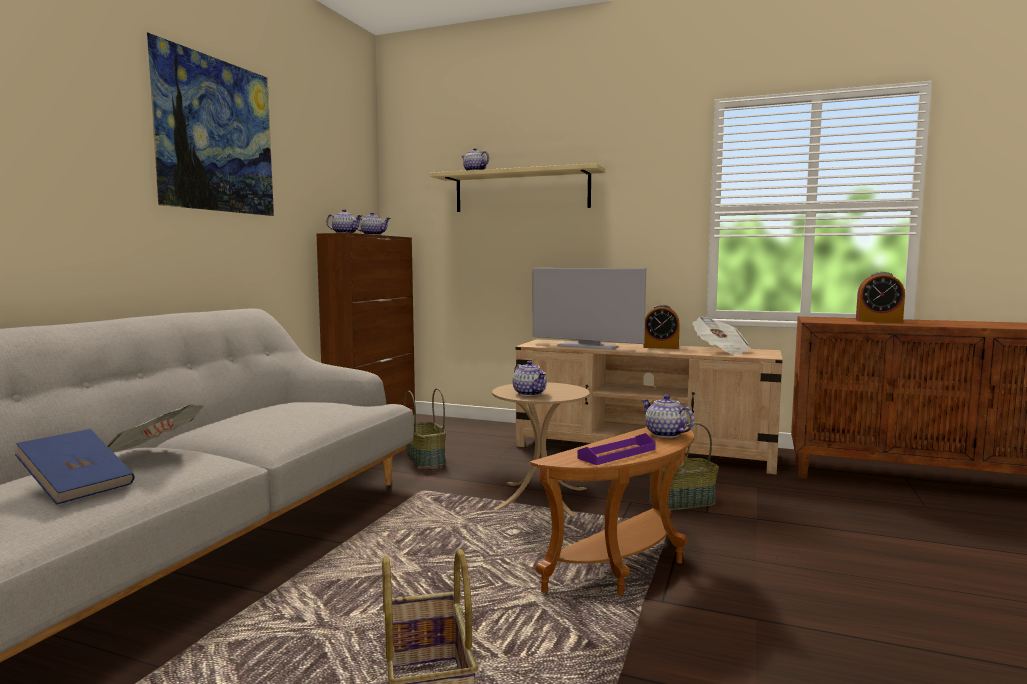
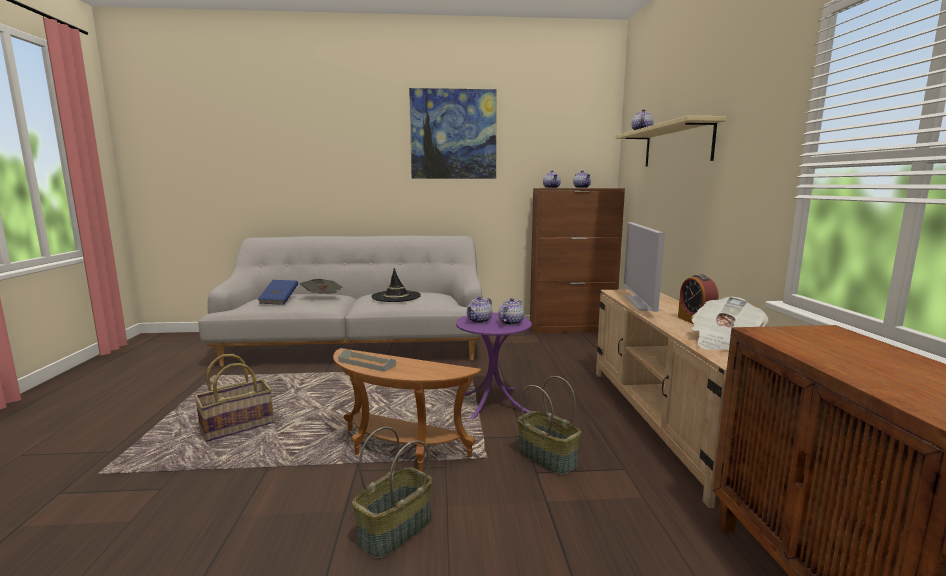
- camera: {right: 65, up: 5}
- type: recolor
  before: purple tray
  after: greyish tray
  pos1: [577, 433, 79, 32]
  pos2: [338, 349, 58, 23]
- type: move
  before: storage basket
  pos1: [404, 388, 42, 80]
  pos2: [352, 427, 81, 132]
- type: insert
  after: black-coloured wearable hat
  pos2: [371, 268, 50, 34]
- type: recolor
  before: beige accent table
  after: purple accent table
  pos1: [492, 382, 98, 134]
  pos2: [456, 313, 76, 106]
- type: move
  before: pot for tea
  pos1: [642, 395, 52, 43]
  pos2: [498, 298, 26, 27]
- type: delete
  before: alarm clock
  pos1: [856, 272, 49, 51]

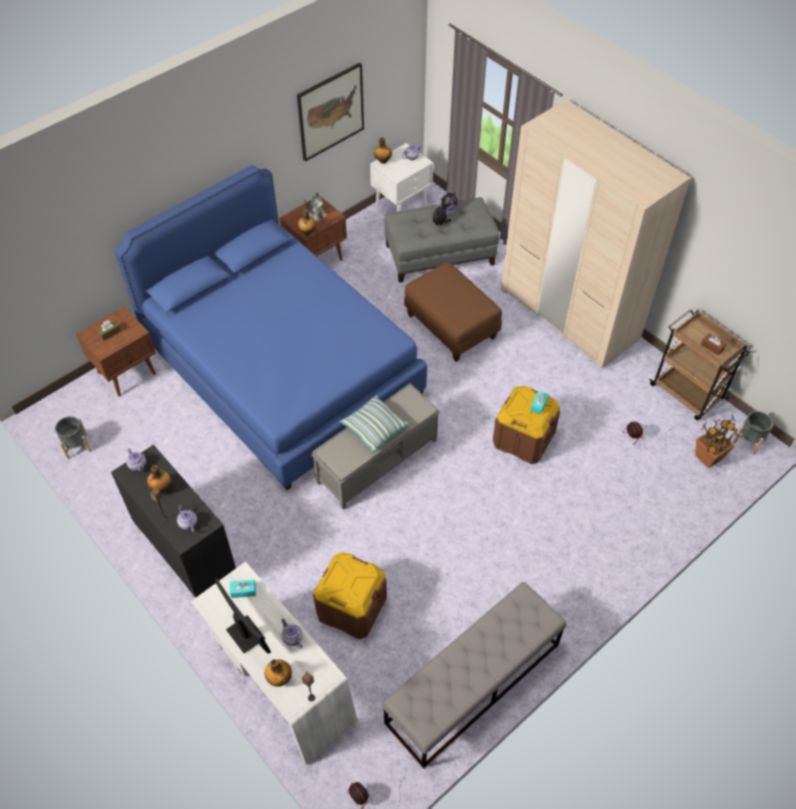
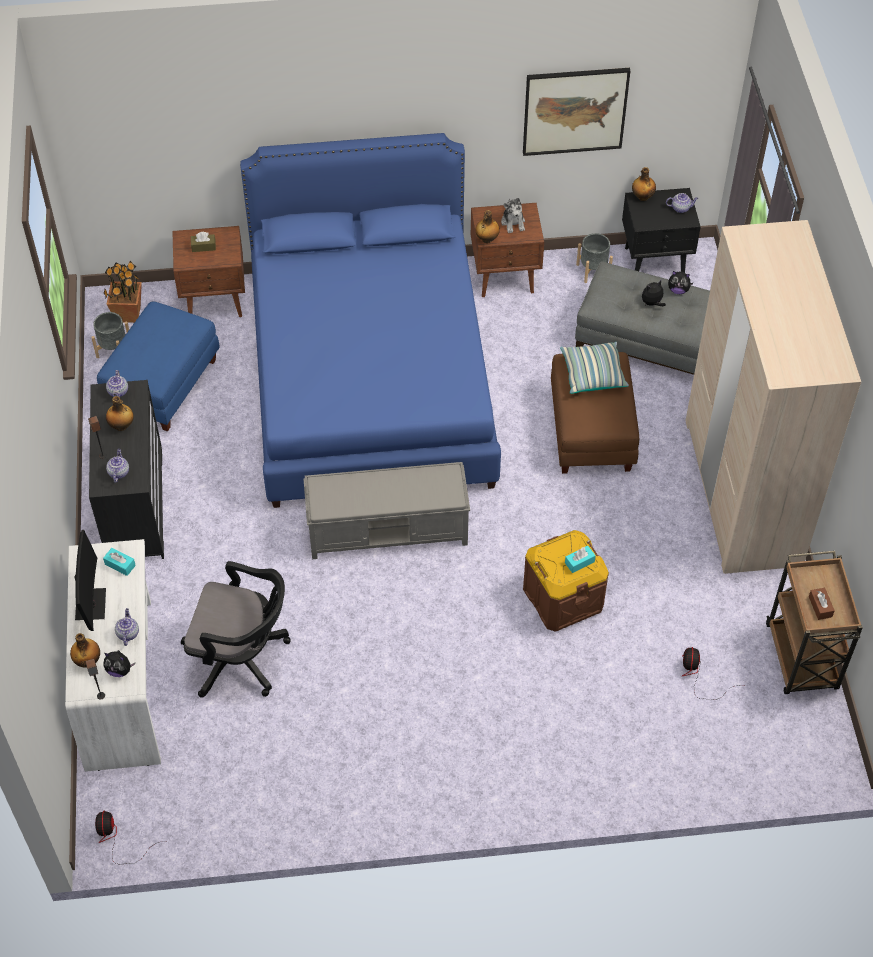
- camera: {right: 35, up: 0}
- type: insert
  after: blue-coloured footrest
  pos2: [97, 301, 123, 131]
- type: move
  before: plant in a pot
  pos1: [695, 415, 43, 53]
  pos2: [103, 261, 39, 62]
- type: insert
  after: plush toy
  pos2: [104, 650, 31, 27]
- type: replace
  before: brownish storage bin
  after: black-coloured desk chair
  pos1: [313, 552, 74, 87]
  pos2: [181, 561, 110, 137]
- type: move
  before: cushion
  pos1: [339, 395, 70, 58]
  pos2: [560, 342, 69, 52]
- type: move
  before: greyish plant pot
  pos1: [733, 411, 41, 44]
  pos2: [576, 233, 37, 50]
- type: recolor
  before: white-coloured night table
  after: black-coloured night table
  pos1: [370, 143, 63, 69]
  pos2: [622, 188, 79, 85]
- type: delete
  before: greyish bench
  pos1: [383, 582, 183, 187]

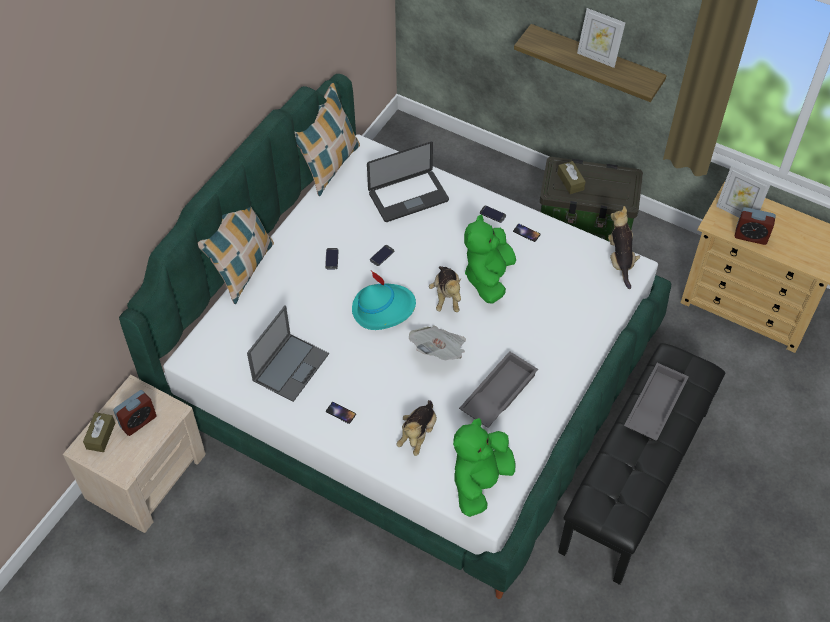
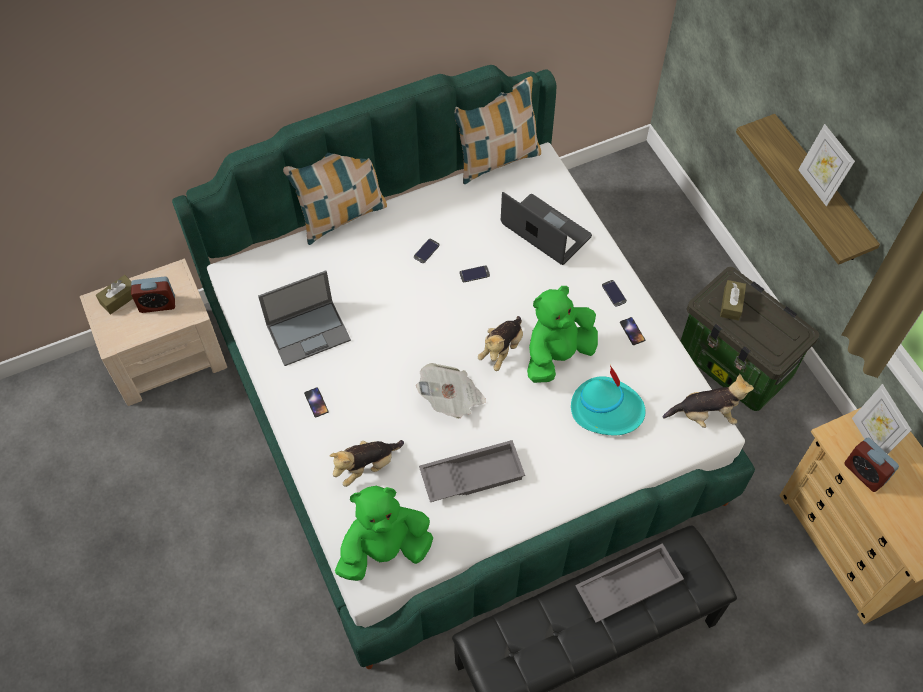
- camera: {right: 35, up: 5}
- type: rotate
  before: laptop
  pos1: [367, 142, 82, 80]
  pos2: [501, 192, 91, 73]
  turn: -150
- type: move
  before: turquoise wearable hat
  pos1: [352, 271, 64, 59]
  pos2: [571, 365, 75, 70]
- type: rotate
  before: plush toy
  pos1: [608, 206, 32, 83]
  pos2: [662, 374, 92, 54]
  turn: 60

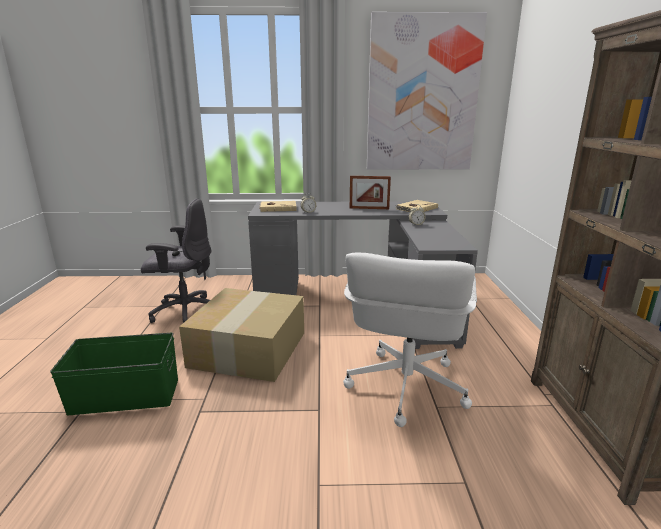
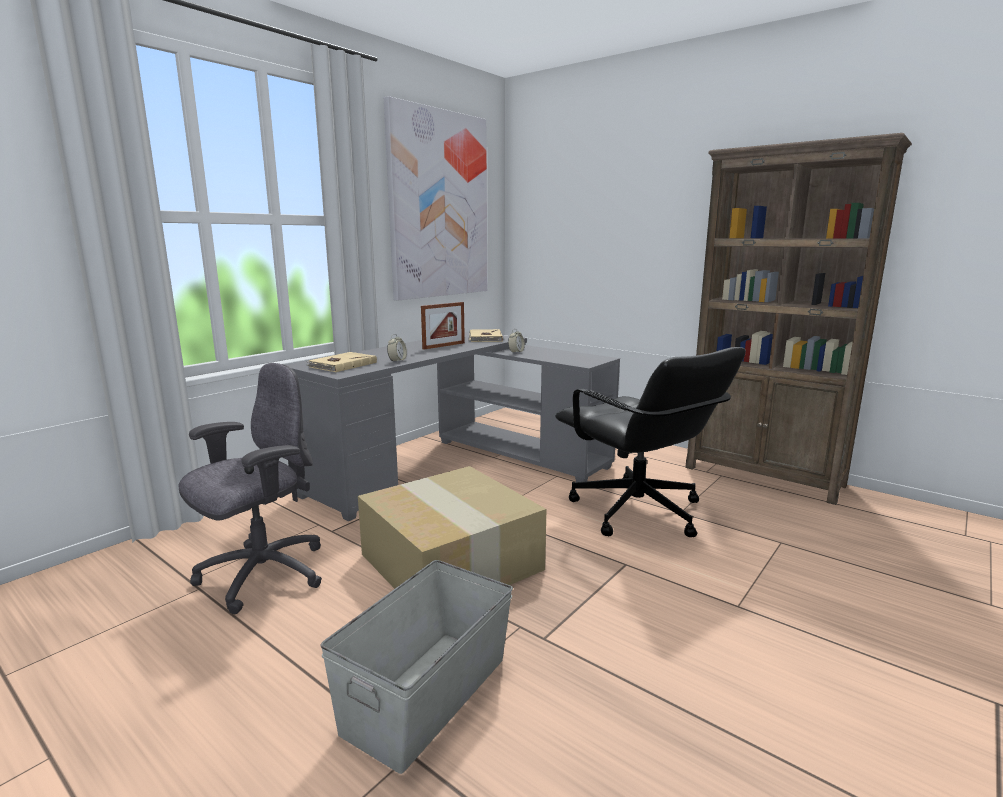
- camera: {right: -50, up: -5}
- type: recolor
  before: green storage bin
  after: greyish storage bin
  pos1: [50, 333, 128, 82]
  pos2: [320, 560, 193, 214]
- type: recolor
  before: white-coloured desk chair
  after: black-coloured desk chair
  pos1: [343, 253, 134, 174]
  pos2: [555, 347, 191, 190]

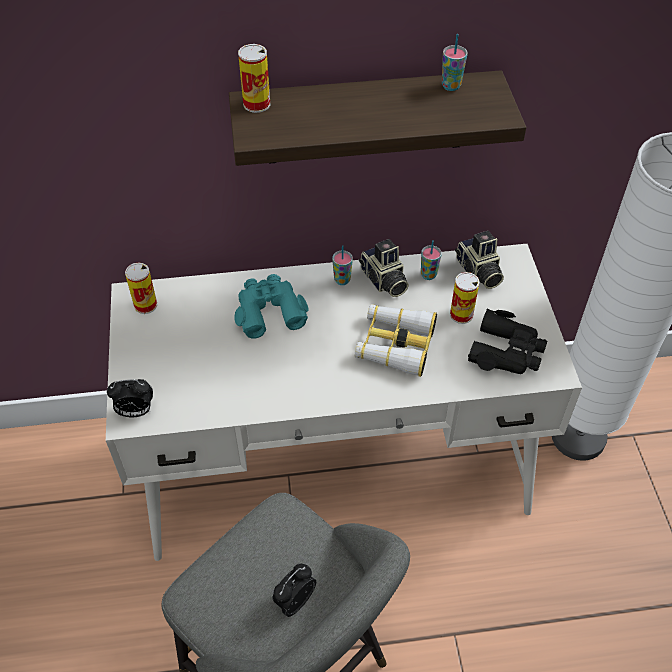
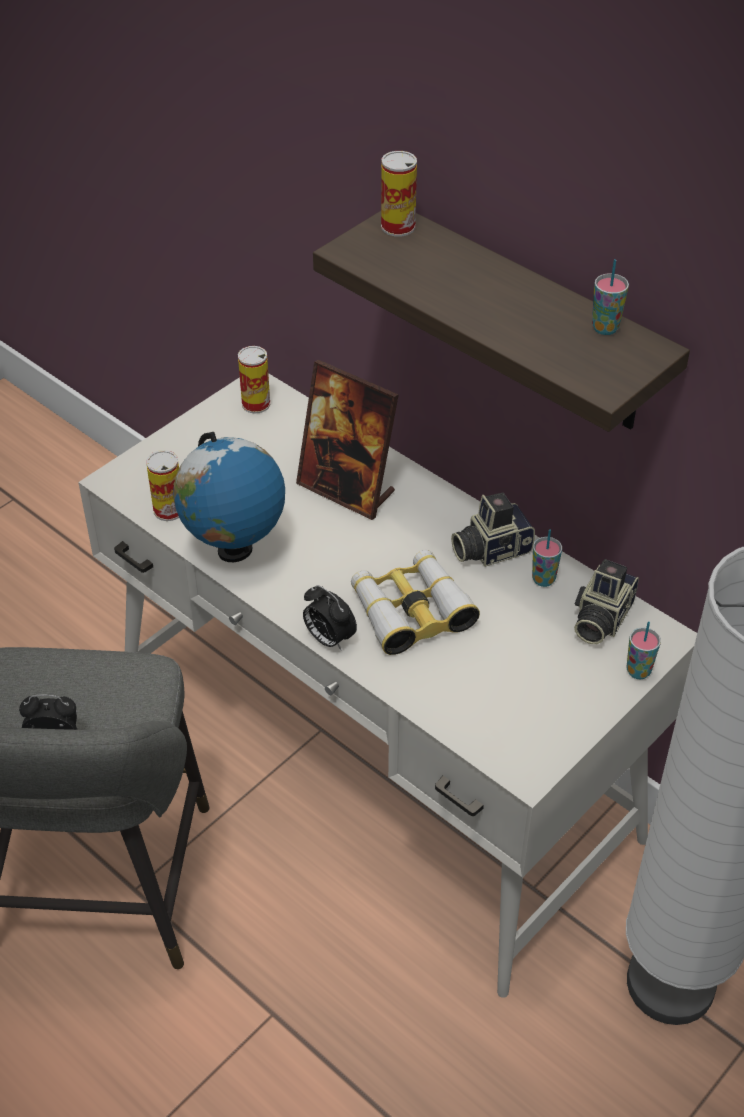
- camera: {right: 50, up: -5}
- type: move
  before: can
  pos1: [450, 272, 29, 52]
  pos2: [146, 450, 33, 71]
- type: insert
  after: globe
  pos2: [173, 432, 112, 130]
- type: replace
  before: turquoise field glasses
  after: photo frame
  pos1: [234, 274, 75, 65]
  pos2: [296, 360, 103, 160]
- type: move
  before: alarm clock
  pos1: [107, 379, 46, 38]
  pos2: [303, 585, 54, 66]
- type: rotate
  before: still camera
  pos1: [359, 239, 50, 58]
  pos2: [451, 493, 84, 74]
  turn: 45
- type: move
  before: cup
  pos1: [332, 245, 21, 40]
  pos2: [627, 622, 34, 57]
- type: delete
  before: black-coloured field glasses
  pos1: [468, 309, 79, 65]

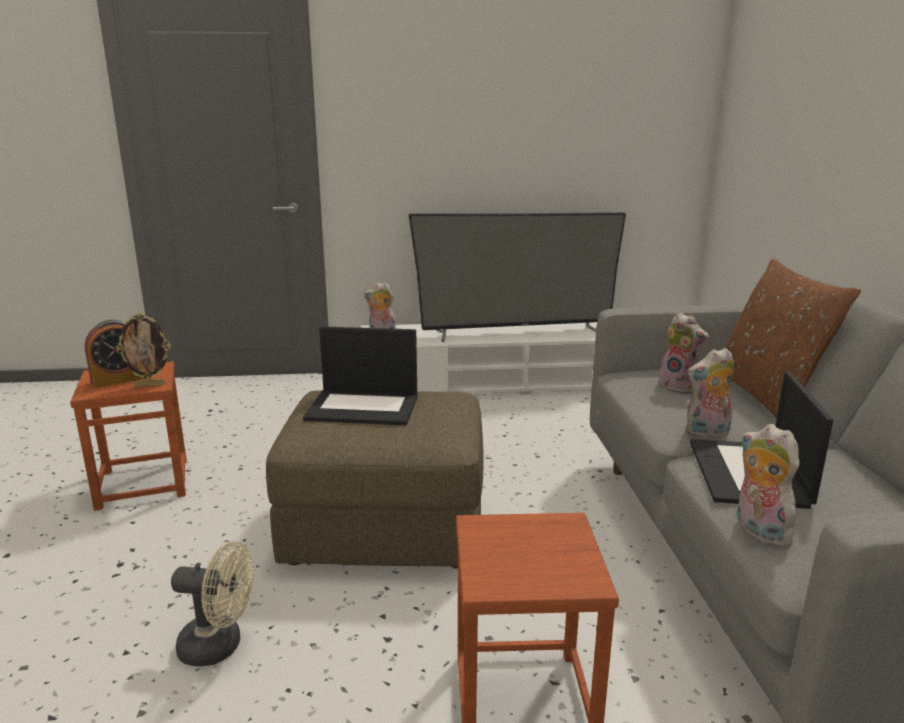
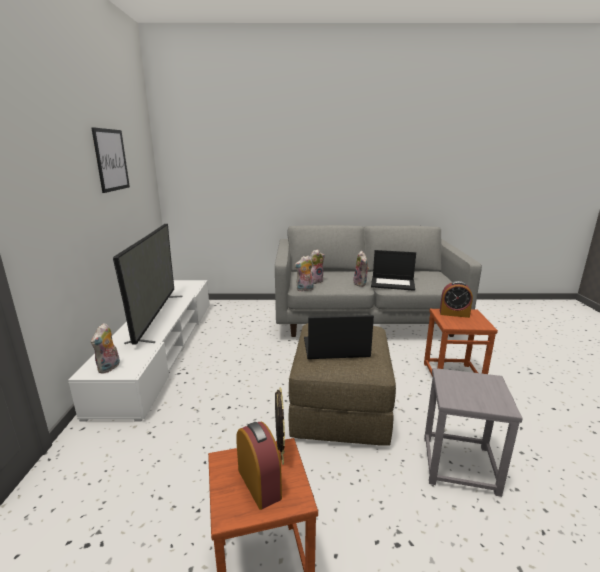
- camera: {right: -85, up: 0}
- type: insert
  after: picture
  pos2: [91, 127, 39, 66]
- type: move
  before: plush toy
  pos1: [737, 424, 64, 123]
  pos2: [294, 256, 20, 35]
- type: rotate
  before: laptop
  pos1: [303, 326, 115, 99]
  pos2: [304, 315, 70, 44]
  turn: -105
- type: replace
  before: beige electric fan
  after: greyish sitting stool
  pos1: [171, 541, 83, 126]
  pos2: [424, 368, 99, 129]
- type: insert
  after: alarm clock
  pos2: [440, 281, 33, 37]
- type: delete
  before: brownish cushion
  pos1: [725, 259, 136, 160]

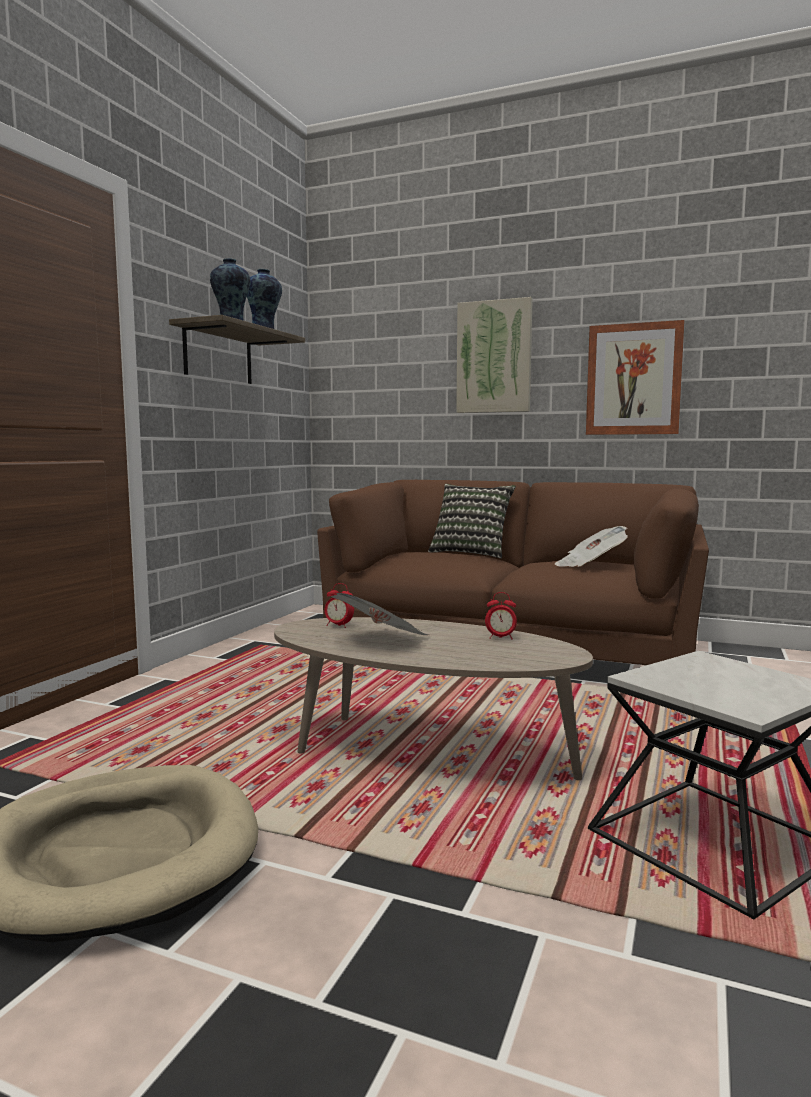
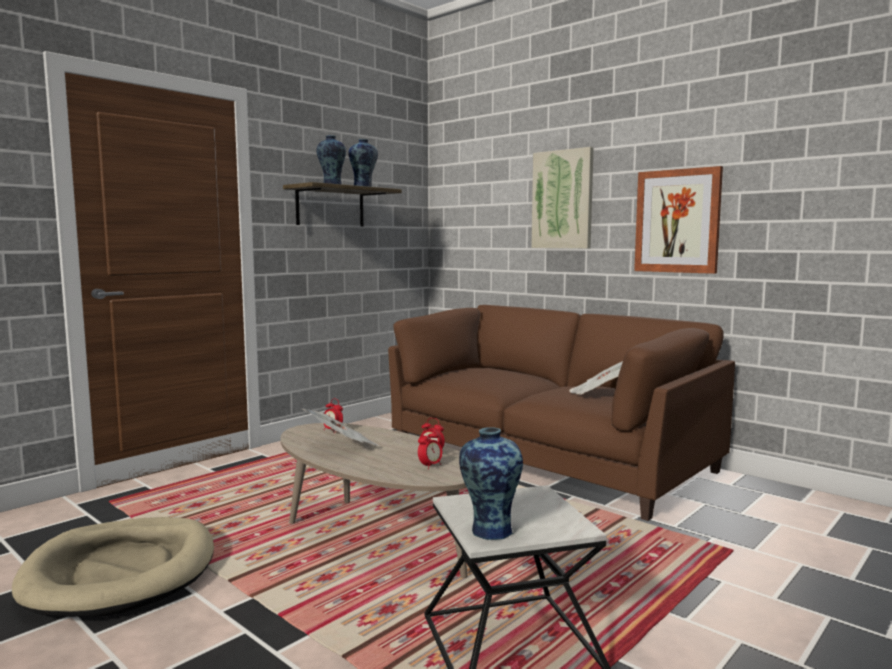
- camera: {right: 20, up: 0}
- type: insert
  after: alarm clock
  pos2: [418, 428, 24, 42]
- type: insert
  after: vase
  pos2: [459, 427, 64, 113]
- type: delete
  before: cushion
  pos1: [428, 484, 88, 74]

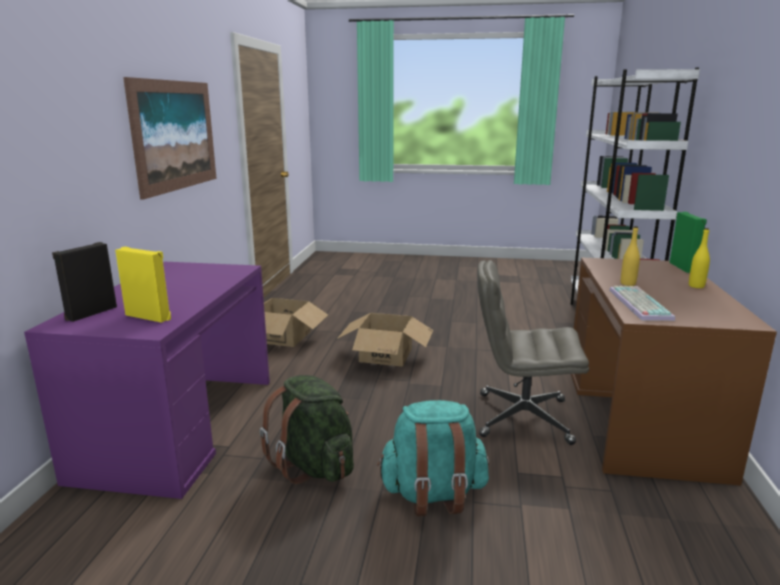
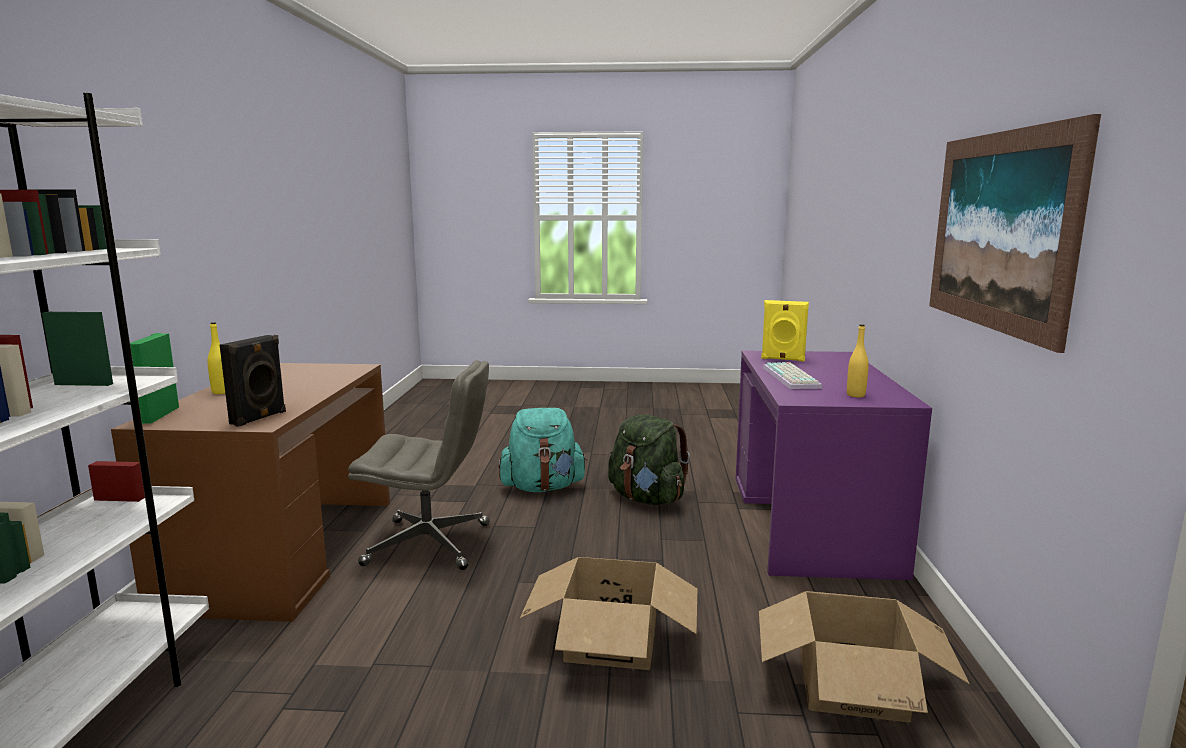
- camera: {right: 175, up: -5}
- type: move
  before: black-coloured audio speaker
  pos1: [52, 242, 65, 80]
  pos2: [220, 335, 66, 92]
- type: move
  before: keyboard
  pos1: [609, 286, 66, 35]
  pos2: [763, 362, 59, 27]
- type: move
  before: yellowish beverage bottle
  pos1: [621, 226, 19, 60]
  pos2: [847, 324, 22, 73]

